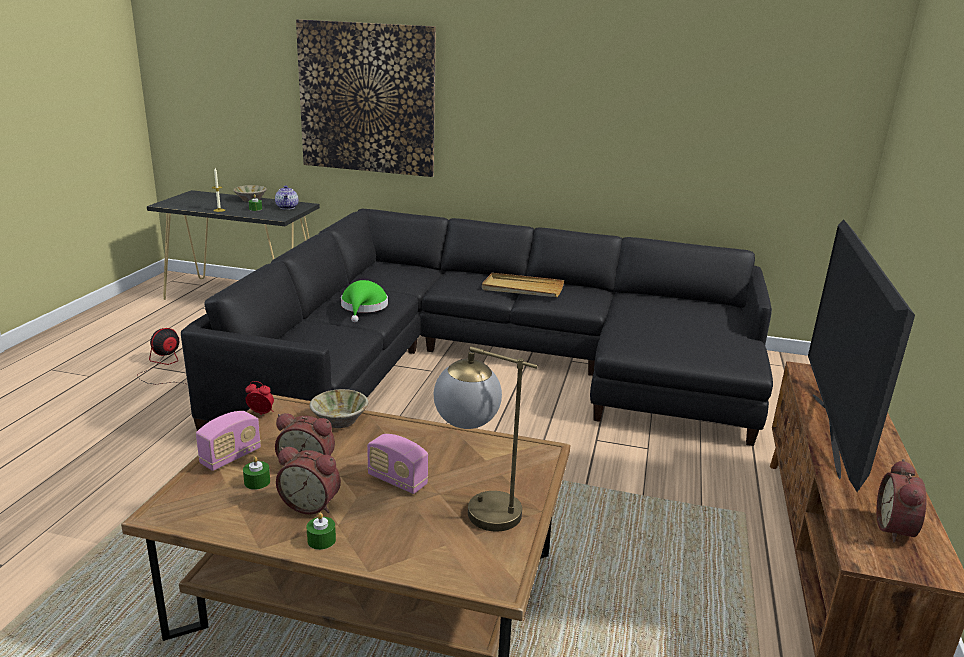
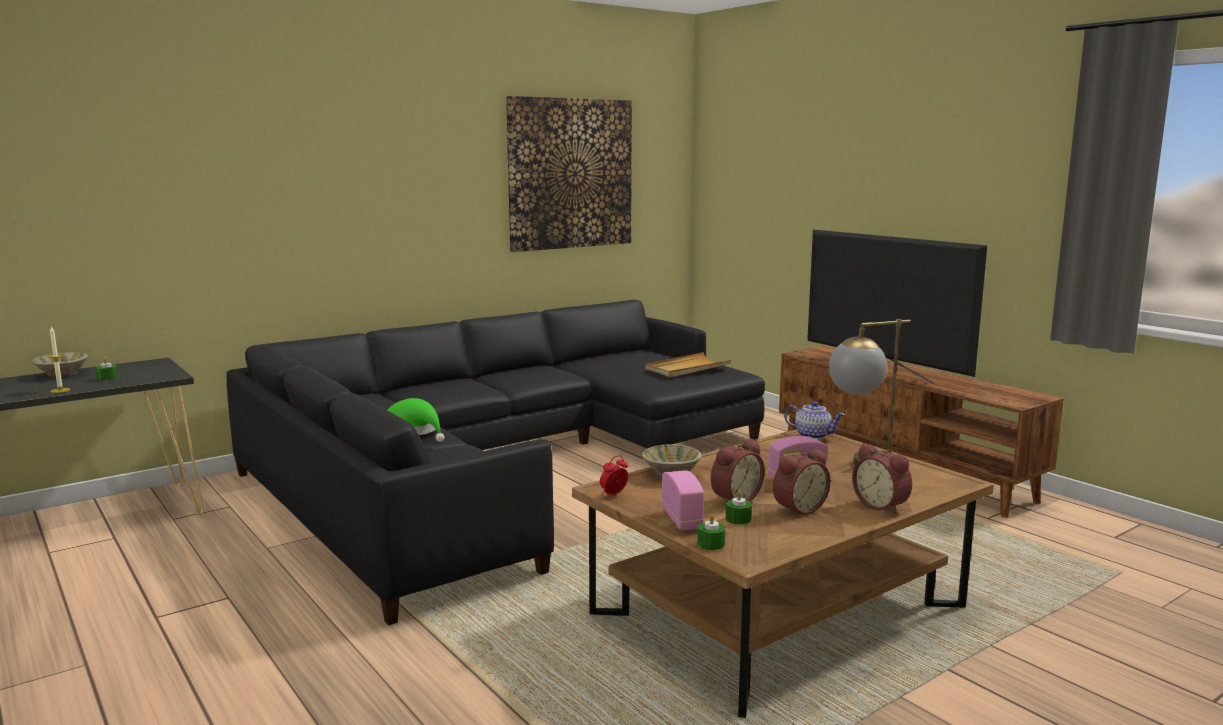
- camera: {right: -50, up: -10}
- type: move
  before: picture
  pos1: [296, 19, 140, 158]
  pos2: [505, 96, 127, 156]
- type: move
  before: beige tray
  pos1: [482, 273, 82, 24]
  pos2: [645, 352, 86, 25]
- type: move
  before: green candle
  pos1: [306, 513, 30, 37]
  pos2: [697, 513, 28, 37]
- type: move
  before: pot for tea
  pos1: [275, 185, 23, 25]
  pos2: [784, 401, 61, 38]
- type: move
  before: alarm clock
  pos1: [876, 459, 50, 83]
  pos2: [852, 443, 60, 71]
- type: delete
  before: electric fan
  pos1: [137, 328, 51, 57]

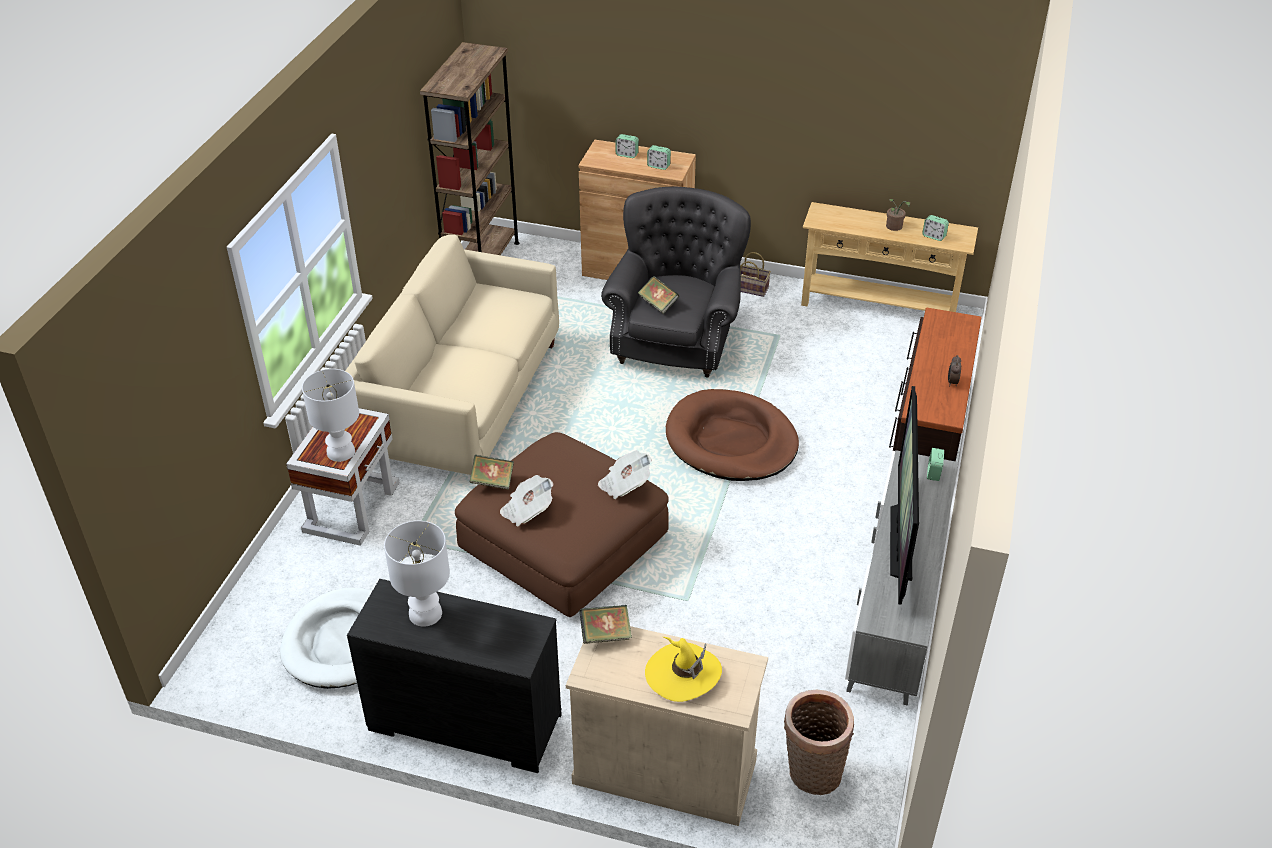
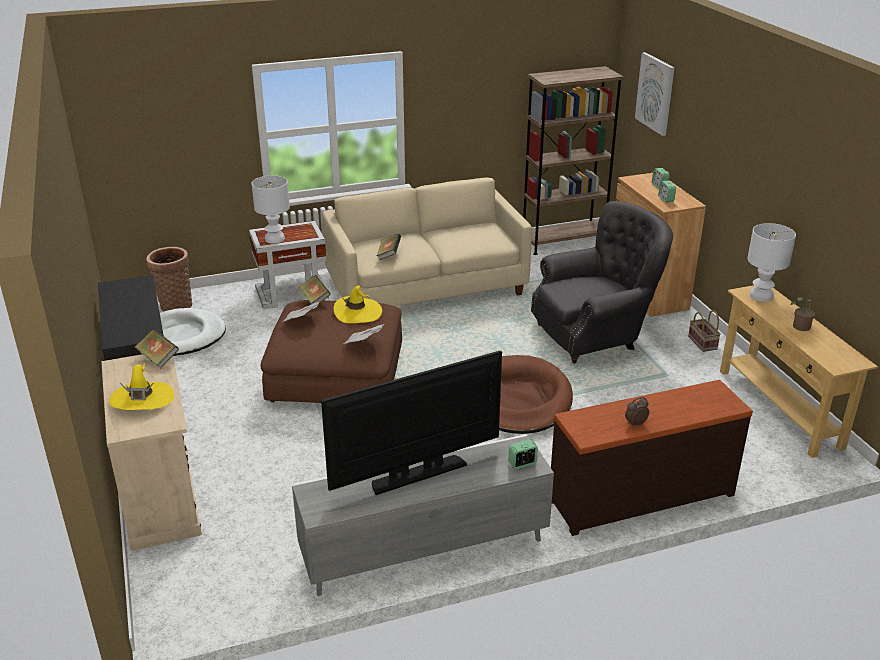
- camera: {right: 55, up: -10}
- type: move
  before: storage basket
  pos1: [784, 690, 70, 105]
  pos2: [146, 247, 46, 65]
- type: insert
  after: yellowish wearable hat
  pos2: [334, 285, 48, 38]
- type: move
  before: bound book
  pos1: [638, 276, 41, 38]
  pos2: [377, 234, 24, 26]
- type: insert
  after: picture
  pos2: [635, 52, 40, 84]
- type: move
  before: white-coloured lamp for a table
  pos1: [384, 521, 66, 106]
  pos2: [747, 223, 49, 79]
- type: delete
  before: alarm clock
  pos1: [922, 215, 27, 26]

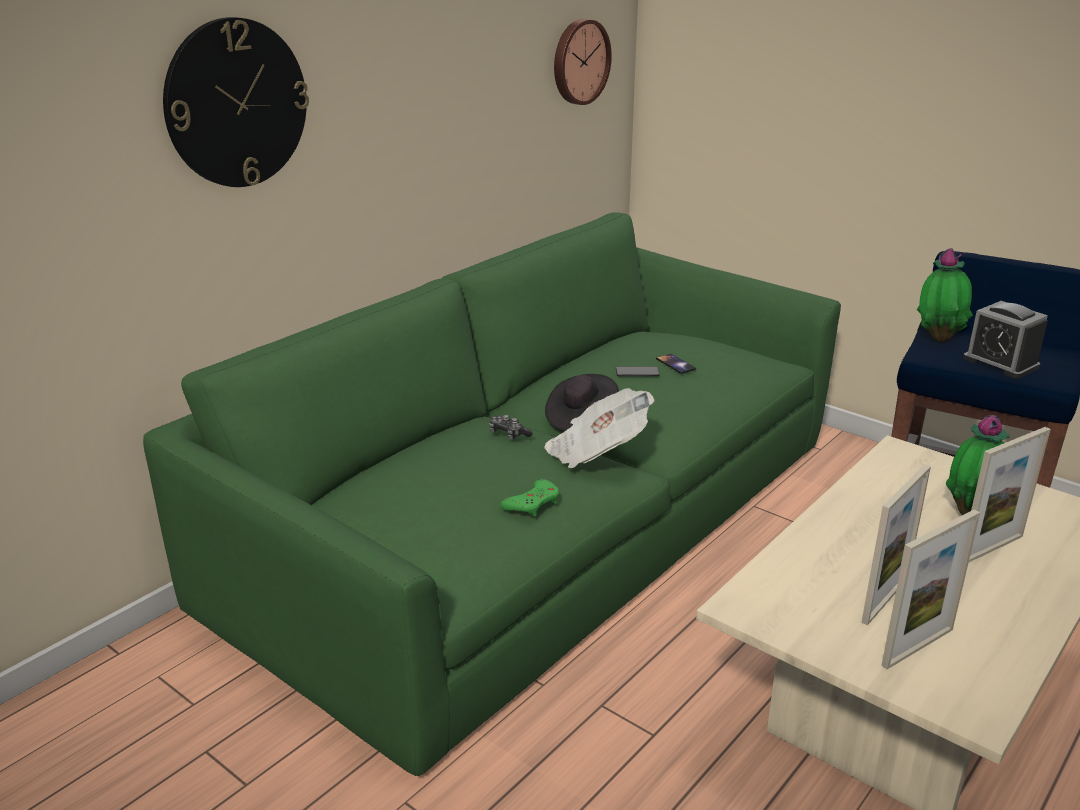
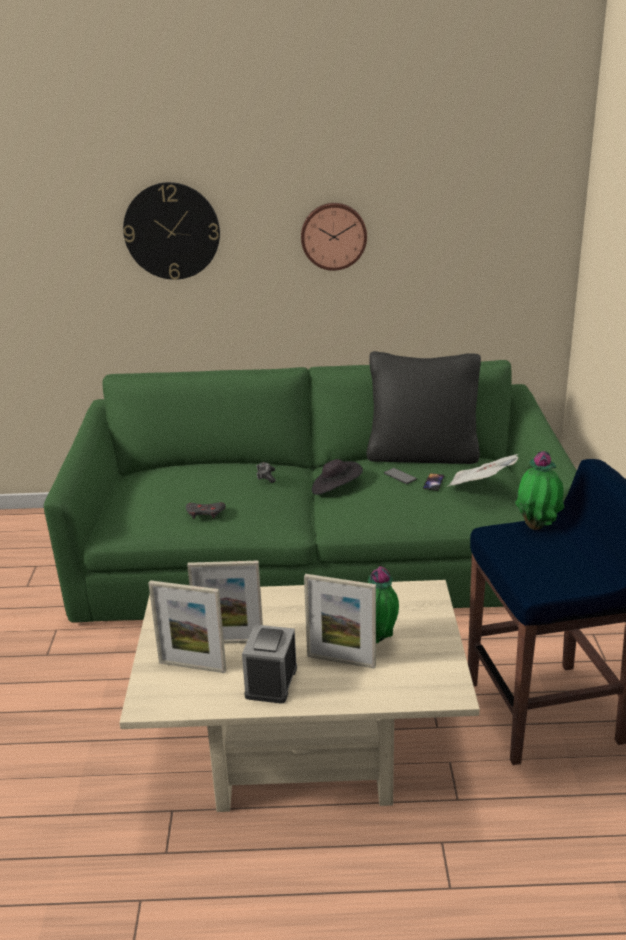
- camera: {right: 50, up: 0}
- type: recolor
  before: green gamepad
  after: greyish gamepad
  pos1: [500, 479, 59, 37]
  pos2: [186, 502, 40, 17]
- type: move
  before: alarm clock
  pos1: [963, 301, 85, 78]
  pos2: [242, 624, 55, 80]
- type: move
  before: wall clock
  pos1: [554, 19, 58, 86]
  pos2: [301, 203, 66, 68]
- type: insert
  after: black-coloured cushion
  pos2: [366, 351, 115, 113]
- type: move
  before: printed paper
  pos1: [544, 388, 111, 80]
  pos2: [448, 454, 70, 32]

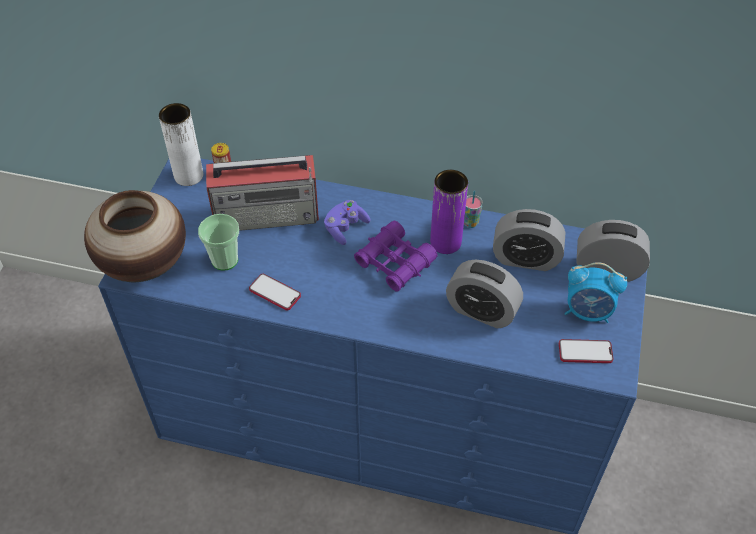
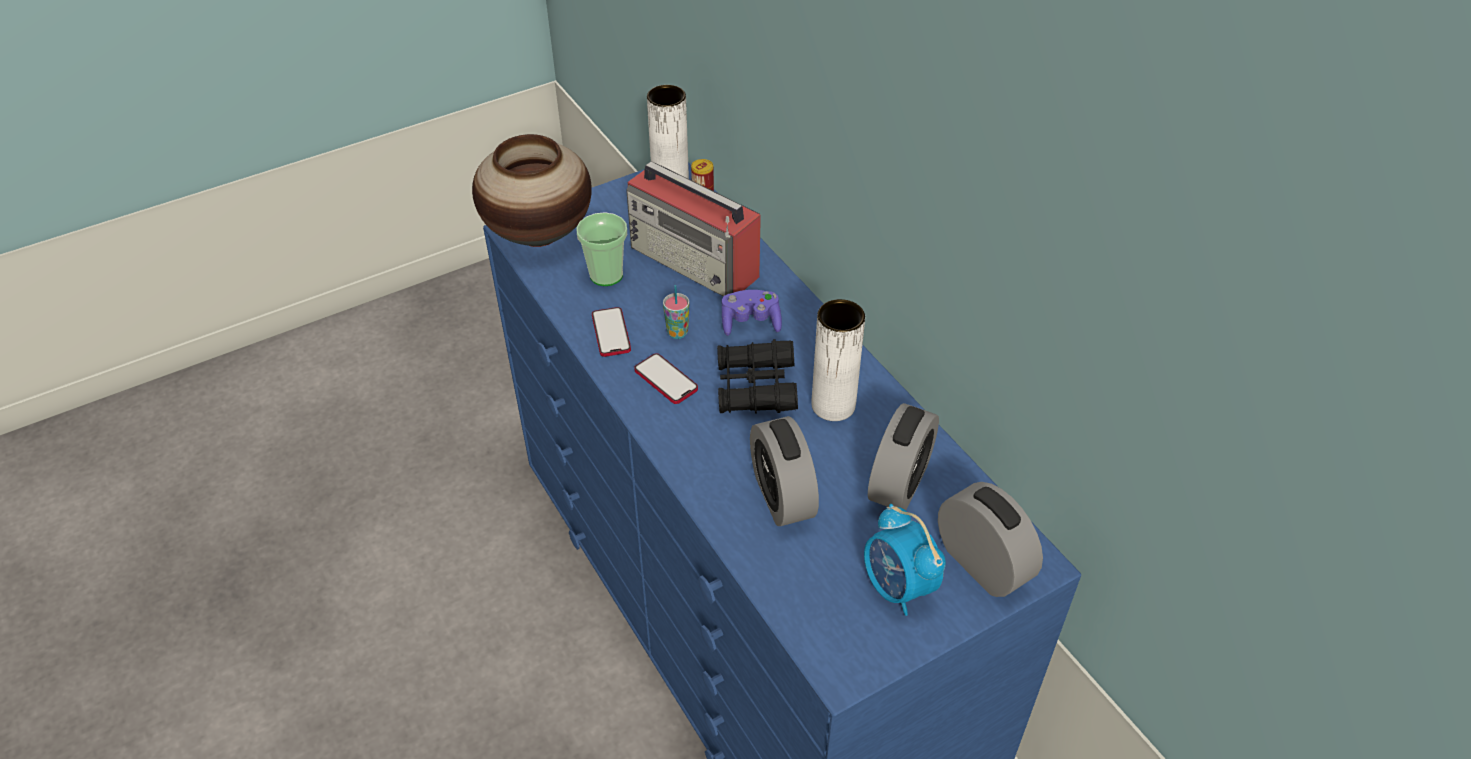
- camera: {right: 45, up: -5}
- type: move
  before: telephone
  pos1: [559, 339, 55, 24]
  pos2: [634, 353, 64, 51]
- type: move
  before: cup
  pos1: [464, 191, 19, 37]
  pos2: [663, 285, 27, 54]
- type: recolor
  before: purple field glasses
  after: black-coloured field glasses
  pos1: [354, 221, 83, 71]
  pos2: [717, 339, 81, 75]
- type: recolor
  before: purple vase
  after: white-coloured vase
  pos1: [430, 170, 38, 84]
  pos2: [812, 299, 53, 122]
- type: rotate
  before: alarm clock
  pos1: [493, 209, 72, 62]
  pos2: [868, 403, 71, 108]
  turn: -120

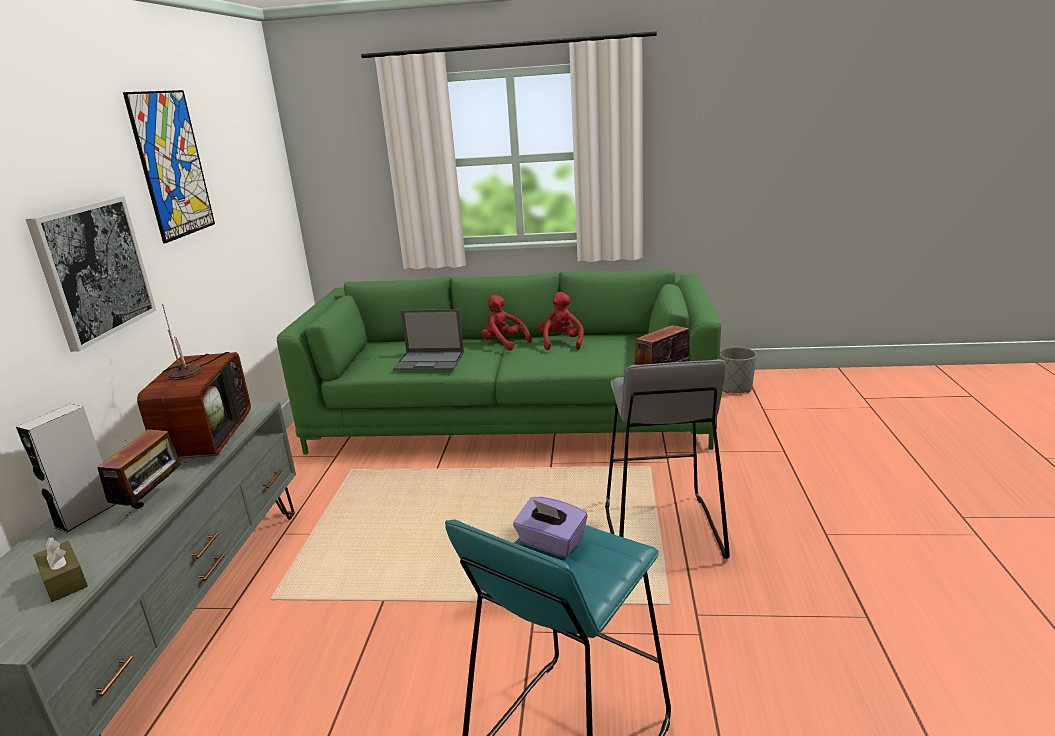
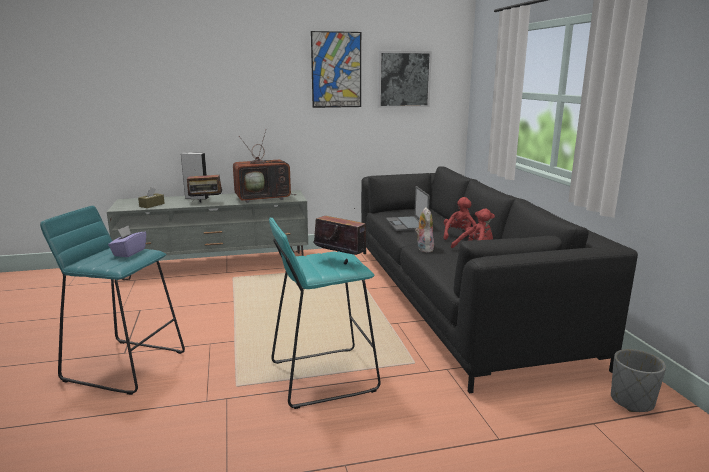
- camera: {right: 70, up: -5}
- type: recolor
  before: greyish sitting stool
  after: turquoise sitting stool
  pos1: [605, 359, 125, 200]
  pos2: [269, 217, 112, 192]
- type: recolor
  before: green sofa
  after: black-coloured sofa
  pos1: [277, 269, 444, 185]
  pos2: [361, 166, 277, 228]
- type: move
  before: picture
  pos1: [26, 196, 130, 156]
  pos2: [378, 51, 54, 57]
- type: insert
  after: plush toy
  pos2: [415, 207, 19, 45]

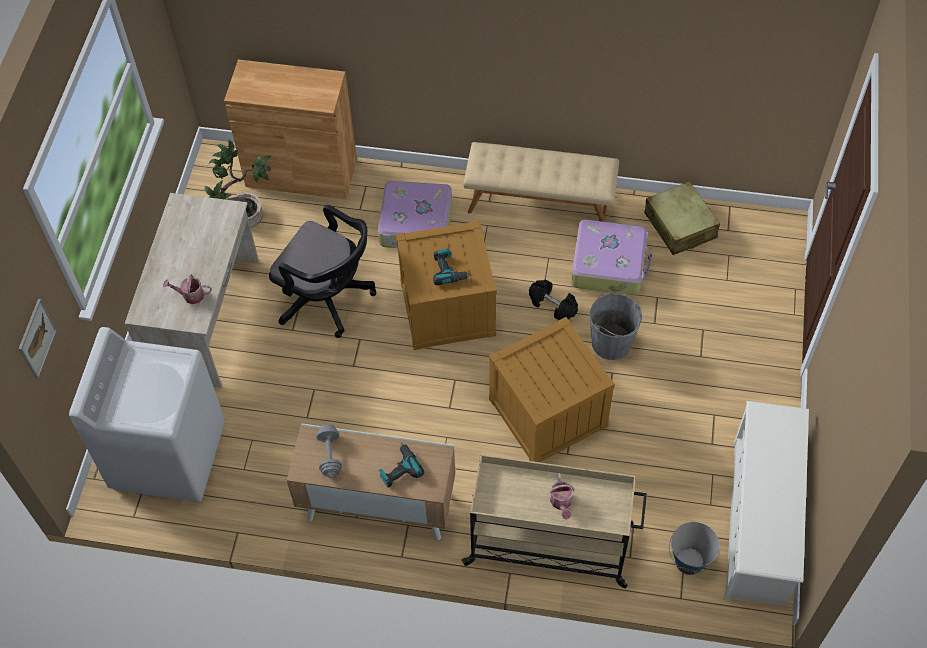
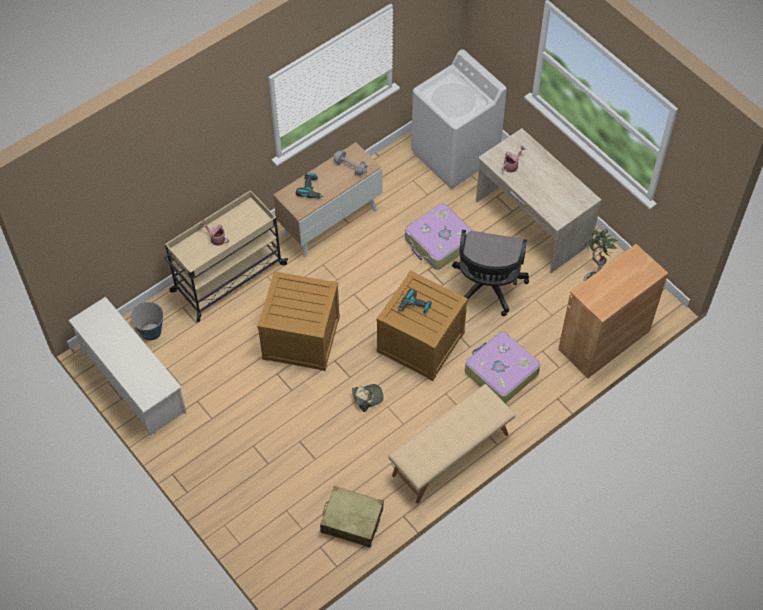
- camera: {right: 130, up: 0}
- type: replace
  before: black-coloured free weight
  after: peaked cap
  pos1: [529, 280, 49, 40]
  pos2: [352, 384, 32, 28]
- type: move
  before: suitcase
  pos1: [571, 220, 81, 75]
  pos2: [405, 203, 68, 67]
- type: rotate
  before: black-coloured desk chair
  pos1: [269, 204, 108, 134]
  pos2: [452, 230, 77, 86]
  turn: -60
- type: delete
  before: picture
  pos1: [19, 299, 38, 80]
- type: delete
  before: greyish pail
  pos1: [590, 293, 52, 67]

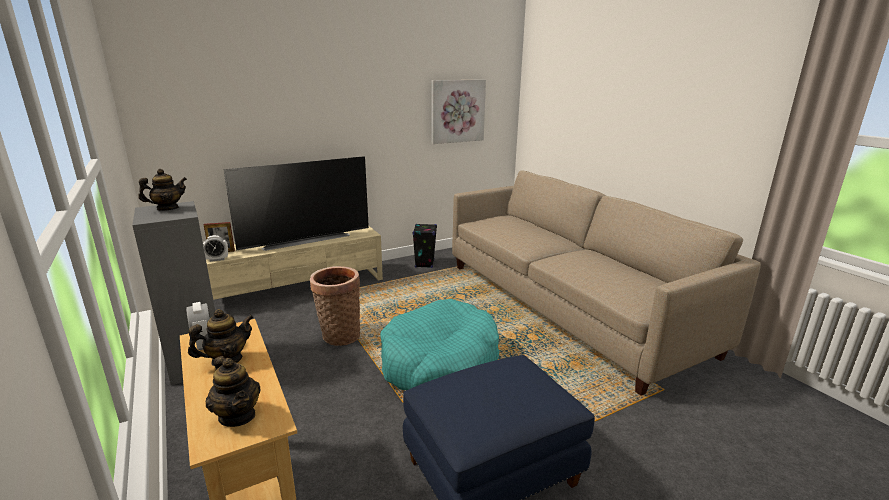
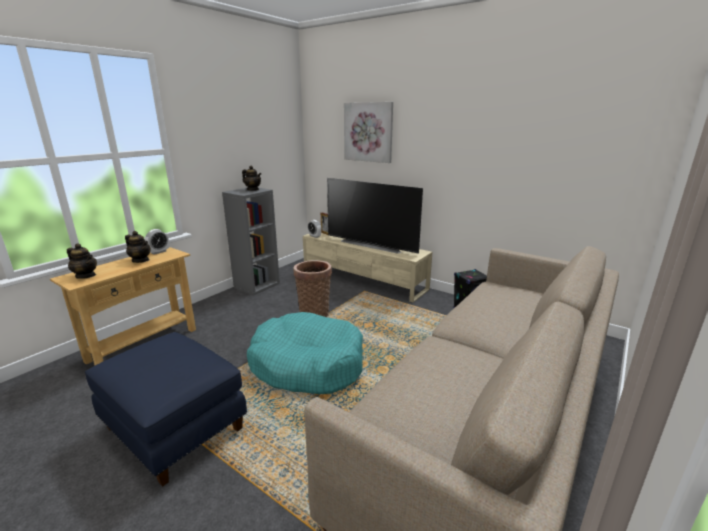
- camera: {right: 65, up: 0}
- type: rotate
  before: pot for tea
  pos1: [206, 356, 55, 71]
  pos2: [67, 243, 30, 36]
  turn: -90
- type: move
  before: picture
  pos1: [432, 80, 54, 64]
  pos2: [344, 102, 49, 61]

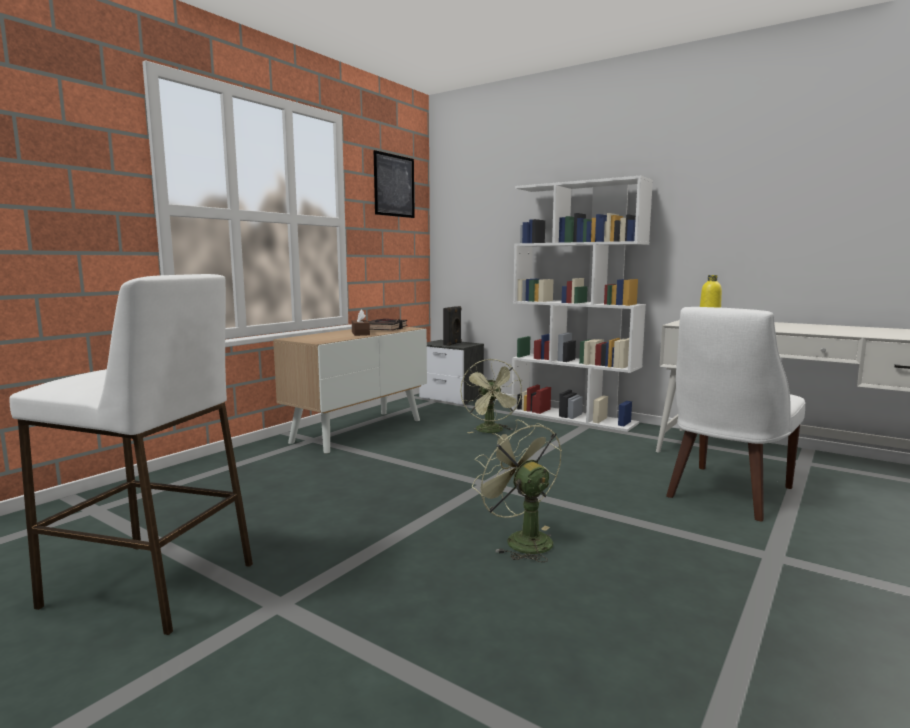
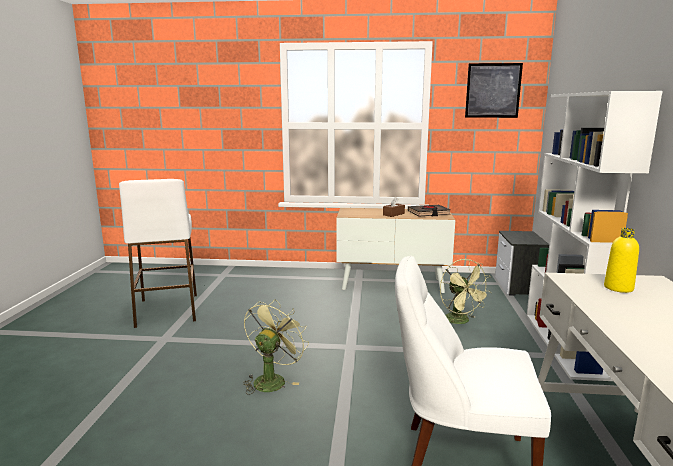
- camera: {right: 60, up: 5}
- type: rotate
  before: green electric fan
  pos1: [460, 359, 62, 74]
  pos2: [440, 259, 51, 65]
  turn: -75
- type: delete
  before: black-coloured audio speaker
  pos1: [443, 306, 18, 40]

